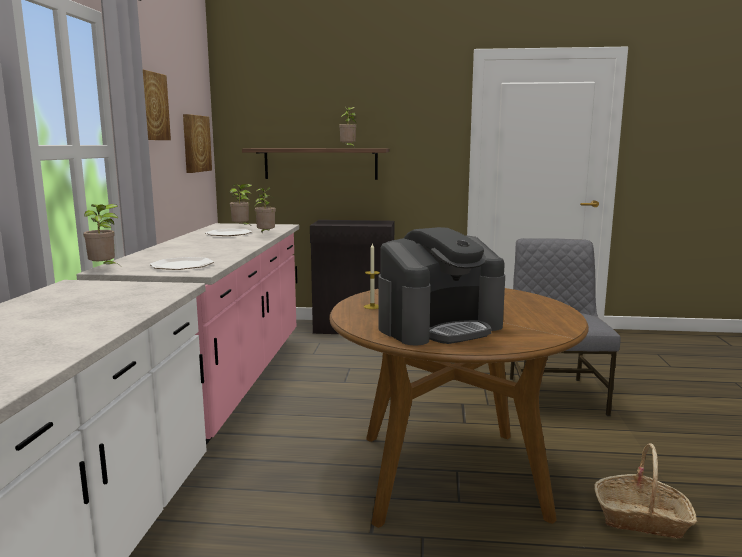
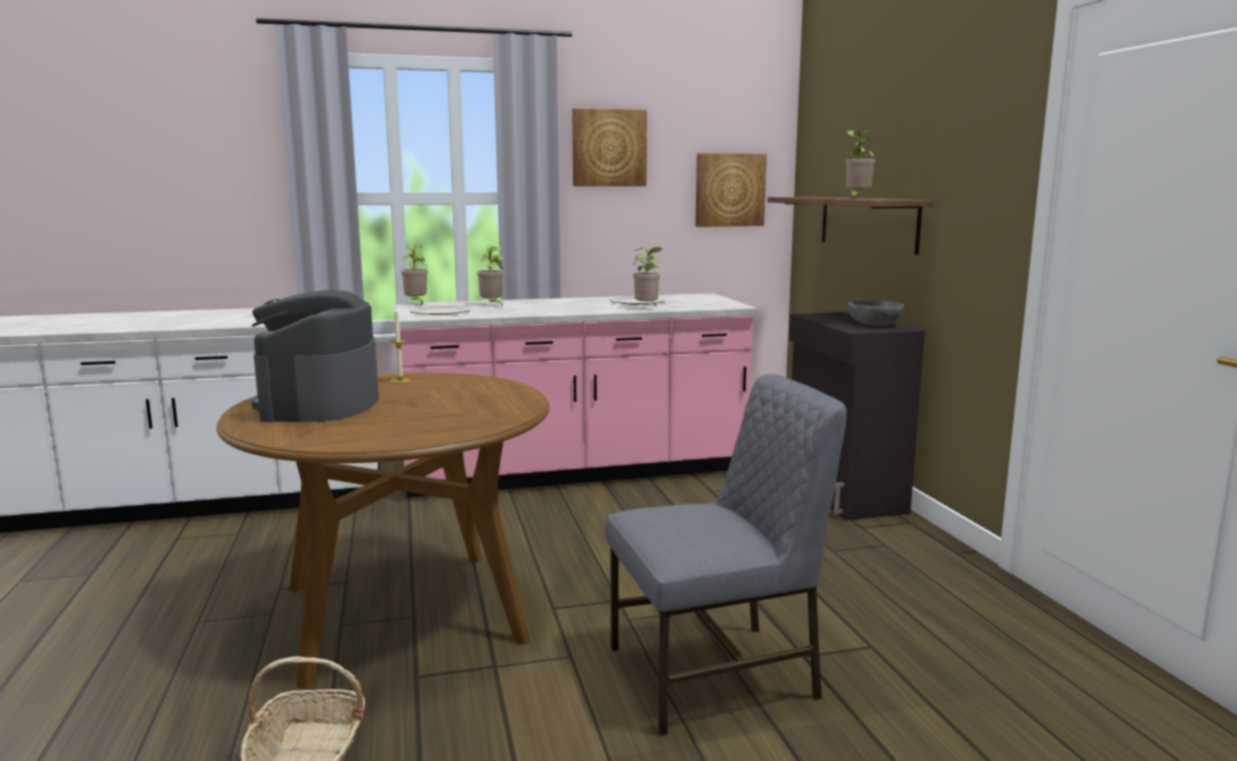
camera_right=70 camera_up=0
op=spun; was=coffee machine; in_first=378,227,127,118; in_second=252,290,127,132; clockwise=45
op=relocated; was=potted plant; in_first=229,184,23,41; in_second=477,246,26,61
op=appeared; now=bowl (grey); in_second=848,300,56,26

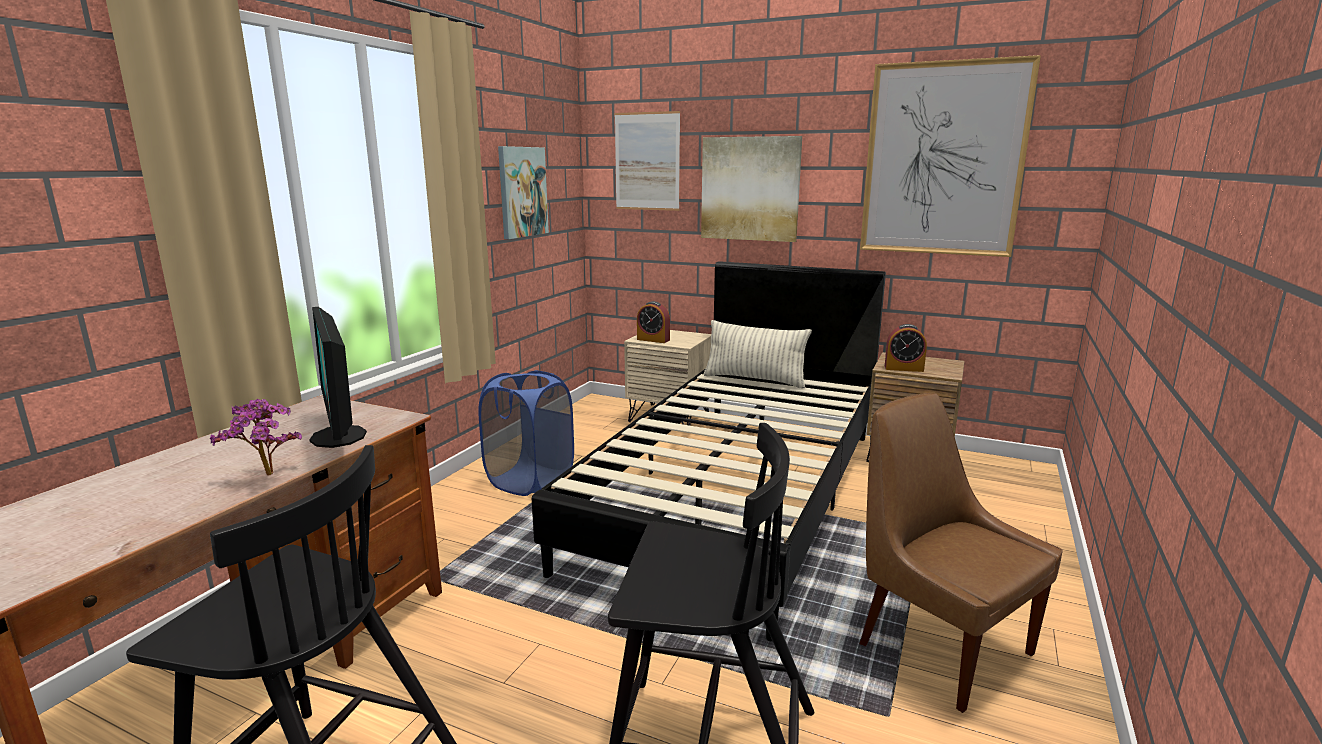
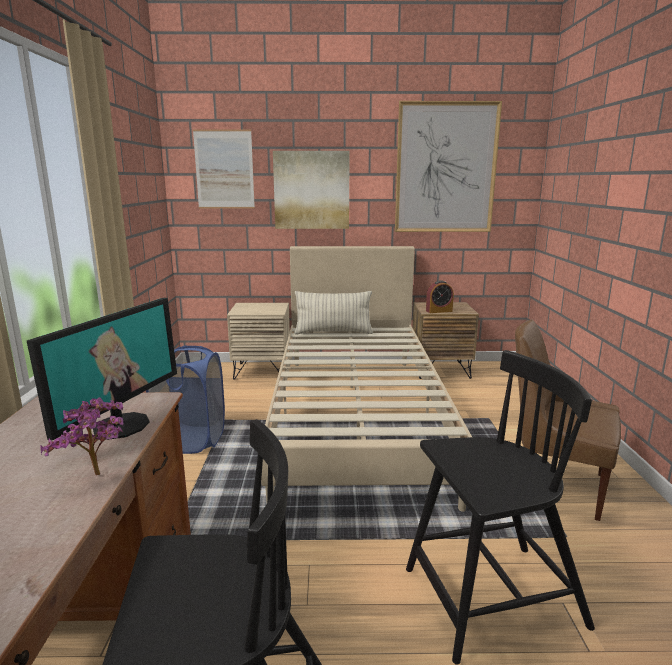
camera_right=-25 camera_up=0
op=spun; was=monitor; in_first=309,307,58,141; in_second=27,298,150,143; clockwise=-105
op=colour; was=bed (black); now=bed (beige); in_first=532,261,354,380; in_second=261,246,211,266
op=missing; was=picture; in_first=498,146,51,93
op=missing; was=alarm clock; in_first=637,301,33,42

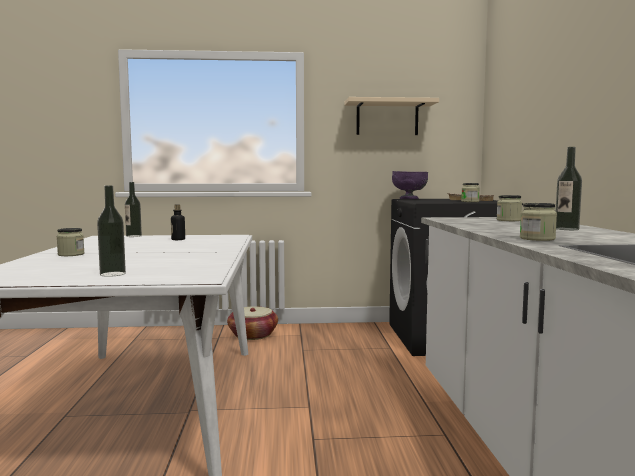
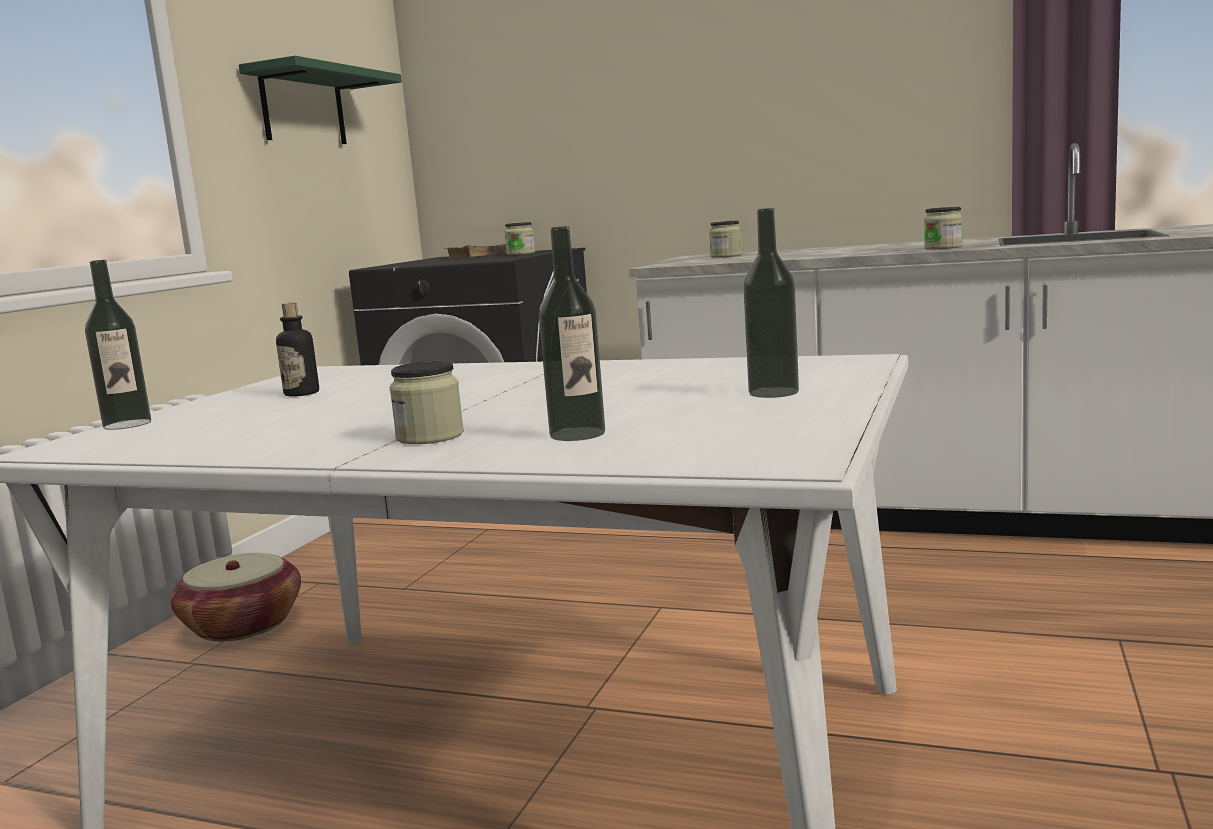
camera_right=-65 camera_up=5
op=colour; was=shelf (beige); now=shelf (green); in_first=345,97,94,38; in_second=239,56,163,88
op=relocated; was=bottle; in_first=556,147,26,83; in_second=539,226,66,215
op=missing; was=bowl (purple); in_first=392,171,36,28

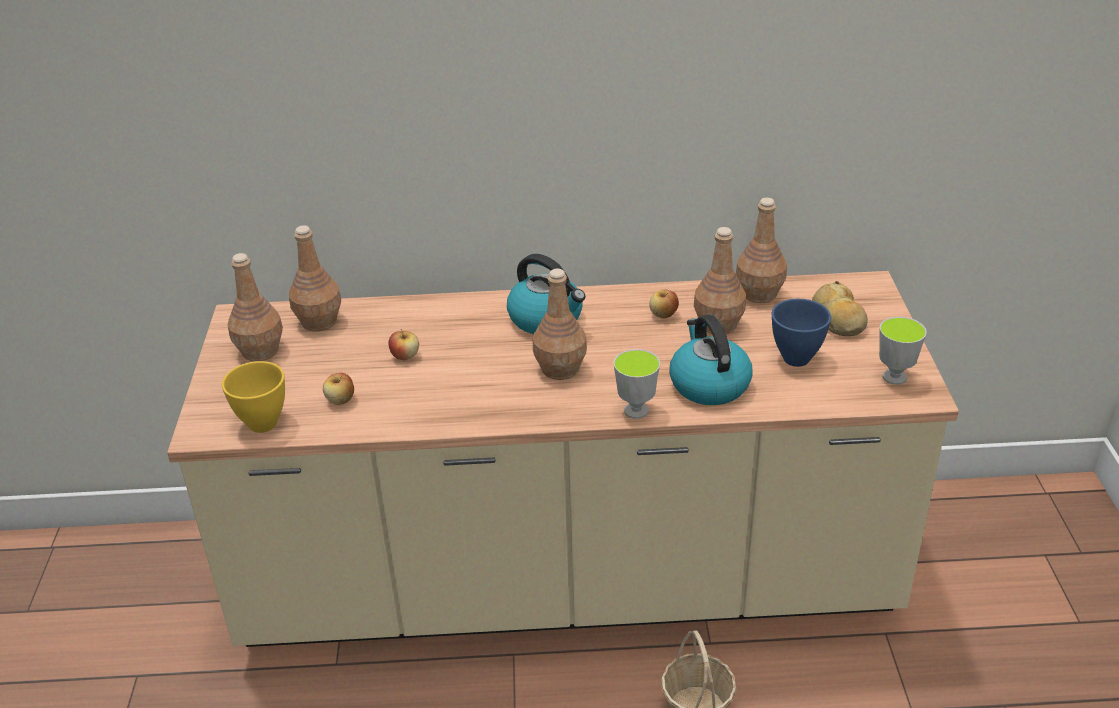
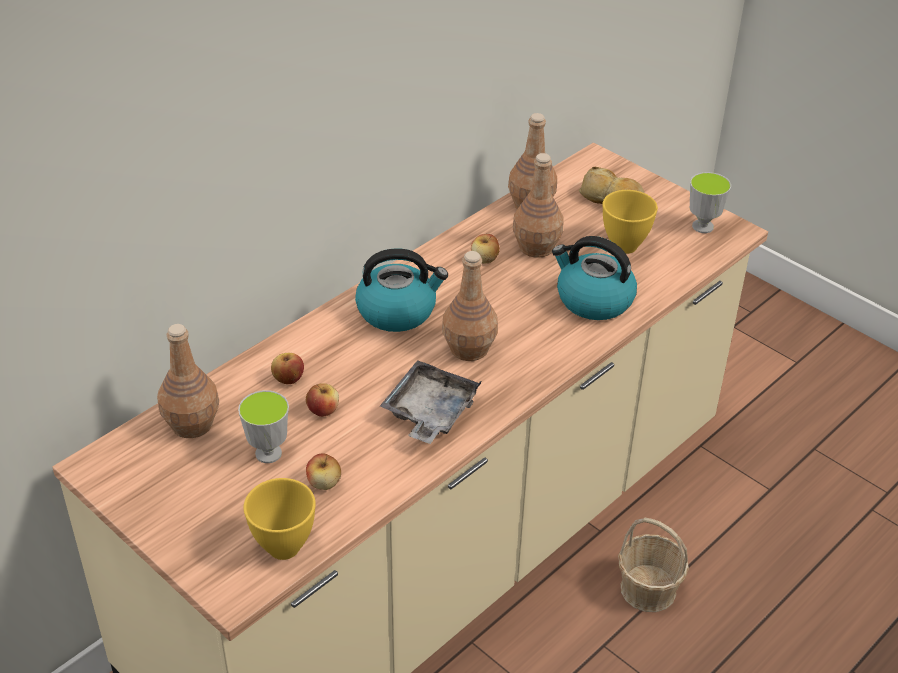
camera_right=-45 camera_up=5
op=relocated; was=cup; in_first=614,349,46,70; in_second=238,390,51,73
op=appeared; now=apple; in_second=271,353,33,31
op=appeared; now=tray (grey); in_second=380,360,102,84
op=colour; was=bowl (blue); now=bowl (yellow); in_first=772,299,59,68; in_second=602,190,56,64
op=missing; was=bottle (brown); in_first=228,253,55,108

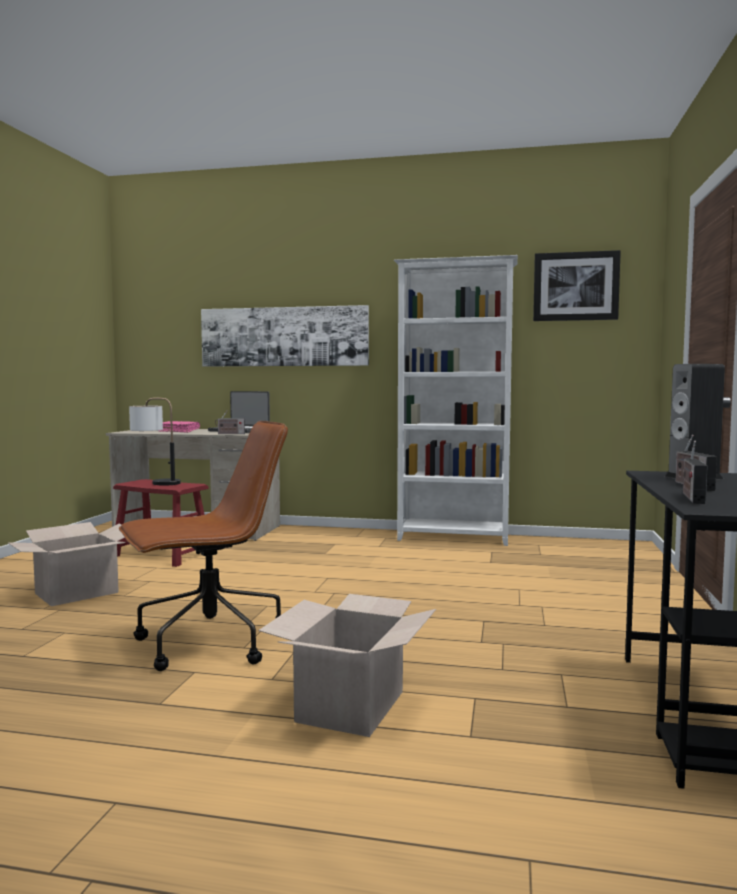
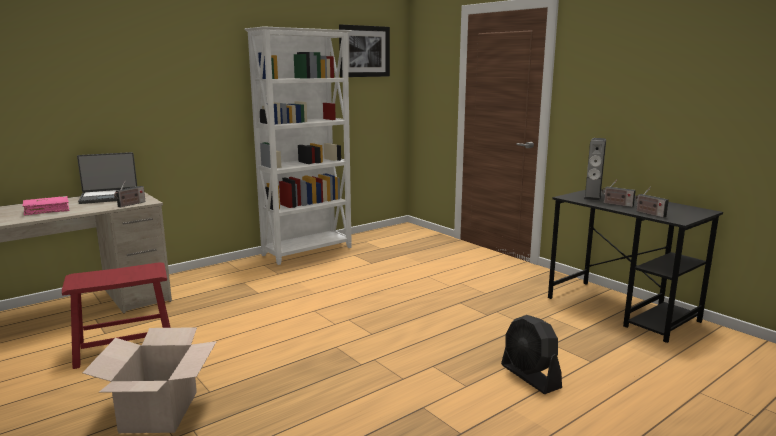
camera_right=-50 camera_up=10
op=exchanged; was=cardboard box; now=fan (black); in_first=258,594,178,143; in_second=501,315,61,79
op=missing; was=office chair (brown); in_first=119,421,169,250
op=missing; was=table lamp; in_first=129,398,51,88
op=missing; was=picture; in_first=201,305,168,61

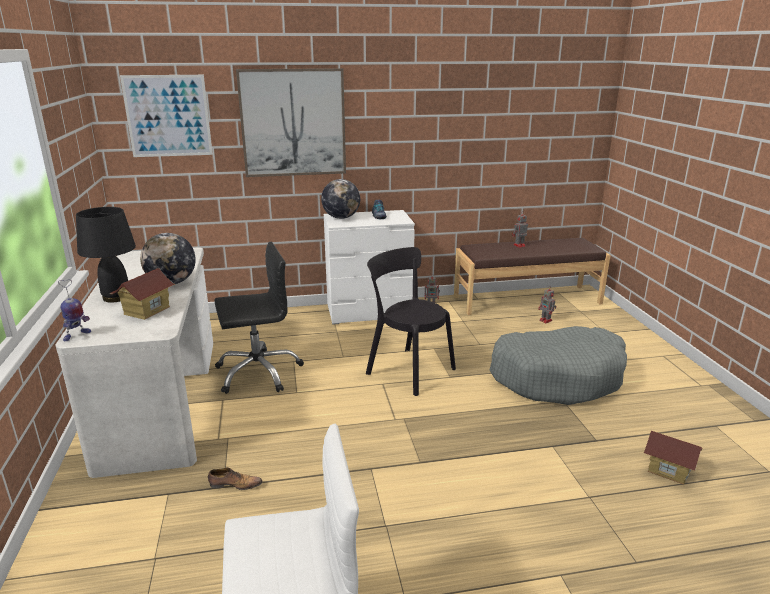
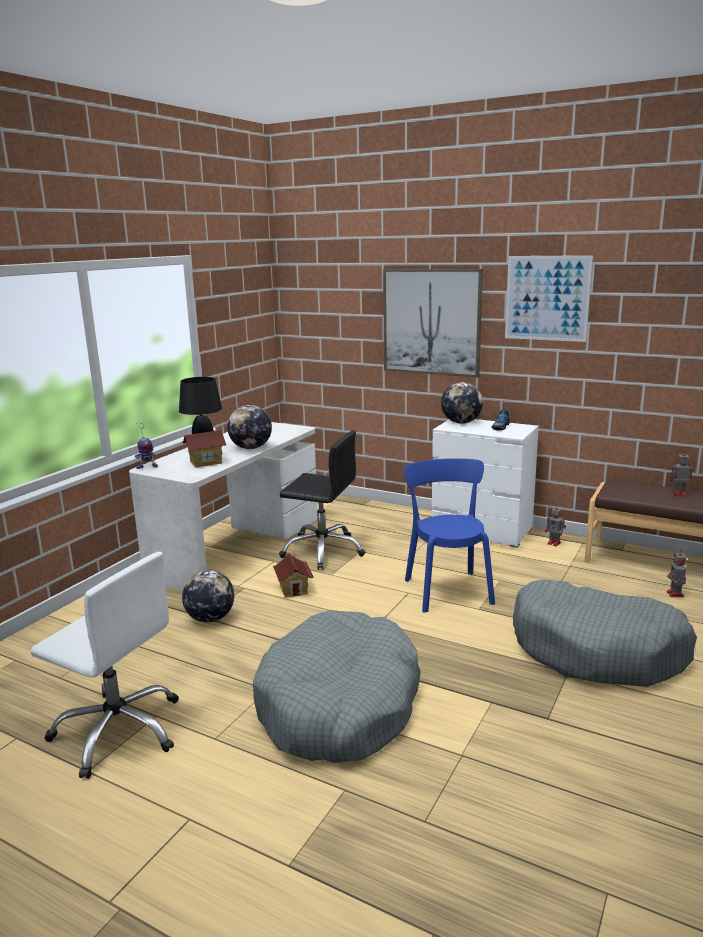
camera_right=40 camera_up=-5
op=exchanged; was=shoe; now=globe; in_first=208,467,54,23; in_second=182,570,52,53
op=appeared; now=dog bed (grey); in_second=253,610,168,153
op=relocated; was=toy house; in_first=644,431,58,54; in_second=273,553,41,45
op=colour; was=chair (black); now=chair (blue); in_first=366,247,90,149; in_second=404,458,91,155
op=relocated; was=picture; in_first=120,75,93,82; in_second=505,255,88,87

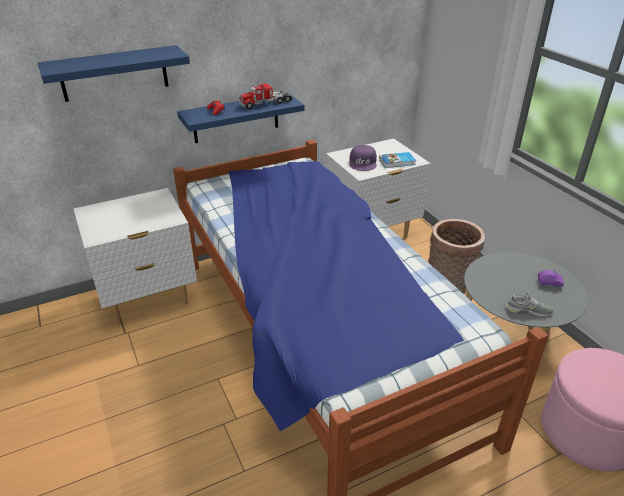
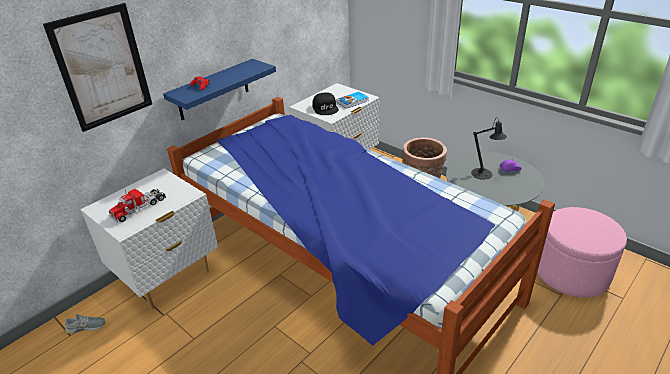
camera_right=-20 camera_up=0
op=exchanged; was=shelf (blue); now=picture; in_first=38,45,152,57; in_second=43,3,109,129
op=relocated; was=shoe (grey); in_first=506,292,47,25; in_second=65,314,40,20
op=relocated; was=toy truck; in_first=239,83,53,26; in_second=109,189,57,34
op=colour; was=cap (purple); now=cap (black); in_first=349,145,28,26; in_second=312,92,27,23
op=appeared; now=table lamp (black); in_second=471,117,36,63

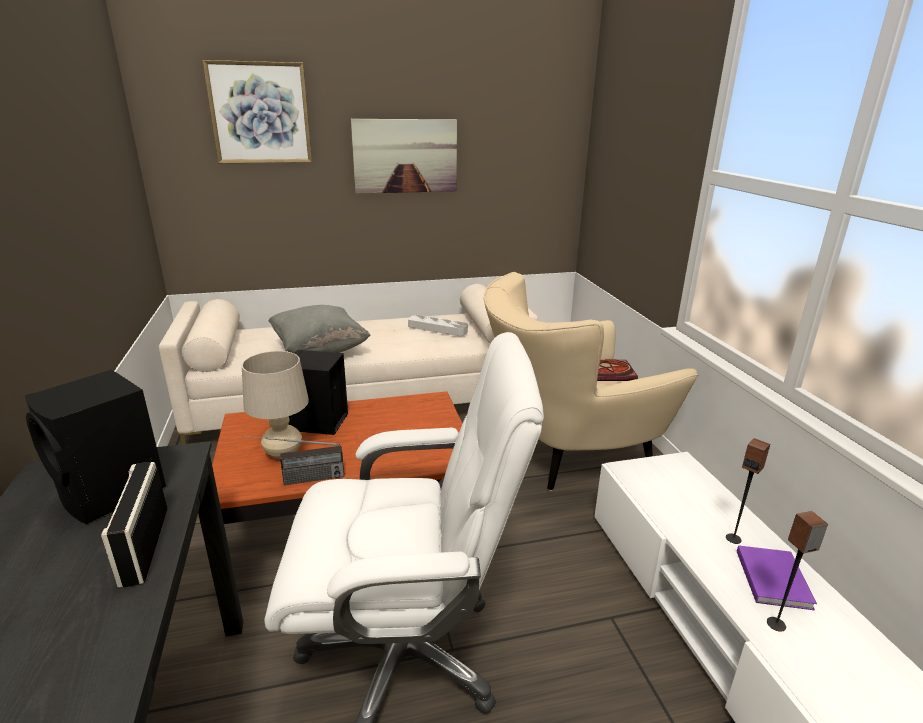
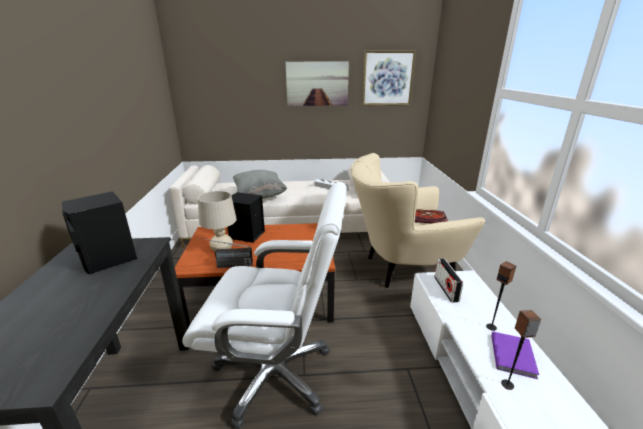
camera_right=10 camera_up=0
op=relocated; was=picture; in_first=202,60,110,103; in_second=362,51,54,55
op=relocated; was=radio; in_first=101,462,66,126; in_second=434,258,29,44

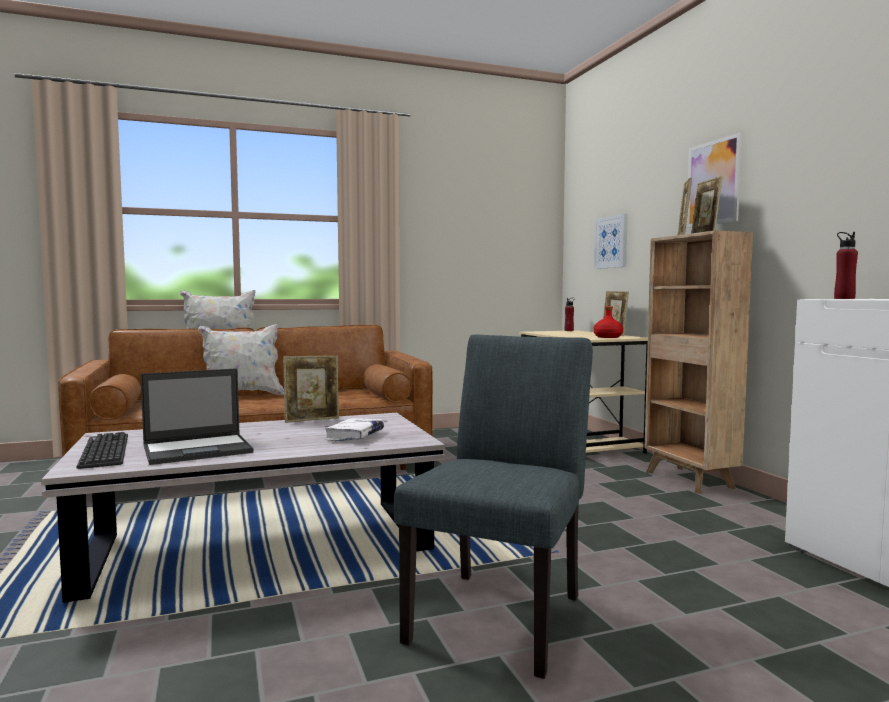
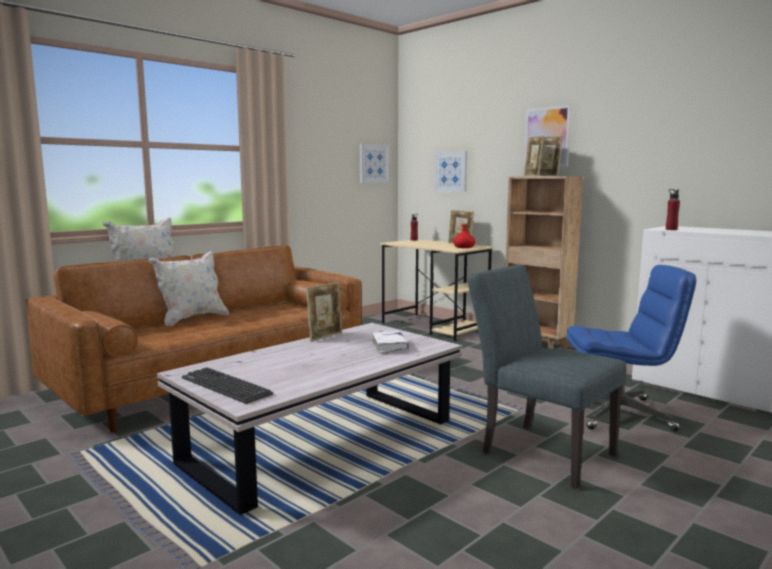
camera_right=-25 camera_up=5
op=appeared; now=picture; in_second=360,144,29,39
op=spun; was=chair (grey); in_first=394,335,199,344; in_second=468,264,158,225; clockwise=-45
op=appeared; now=office chair (blue); in_second=566,265,131,166
op=missing; was=laptop; in_first=140,368,114,97

